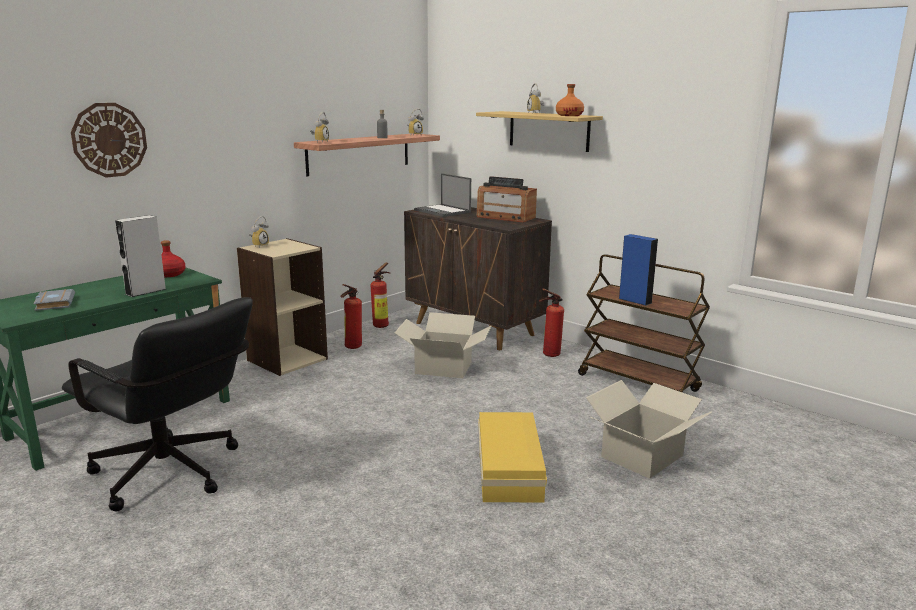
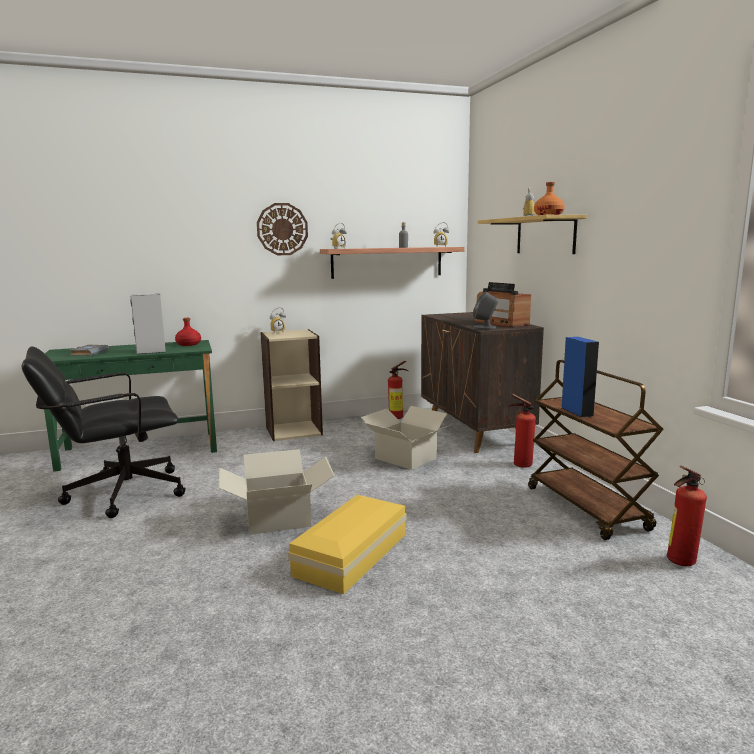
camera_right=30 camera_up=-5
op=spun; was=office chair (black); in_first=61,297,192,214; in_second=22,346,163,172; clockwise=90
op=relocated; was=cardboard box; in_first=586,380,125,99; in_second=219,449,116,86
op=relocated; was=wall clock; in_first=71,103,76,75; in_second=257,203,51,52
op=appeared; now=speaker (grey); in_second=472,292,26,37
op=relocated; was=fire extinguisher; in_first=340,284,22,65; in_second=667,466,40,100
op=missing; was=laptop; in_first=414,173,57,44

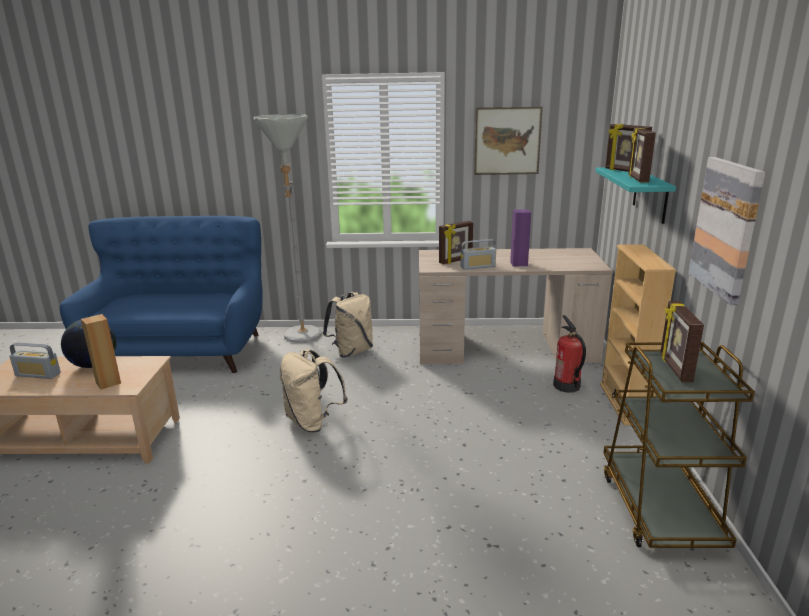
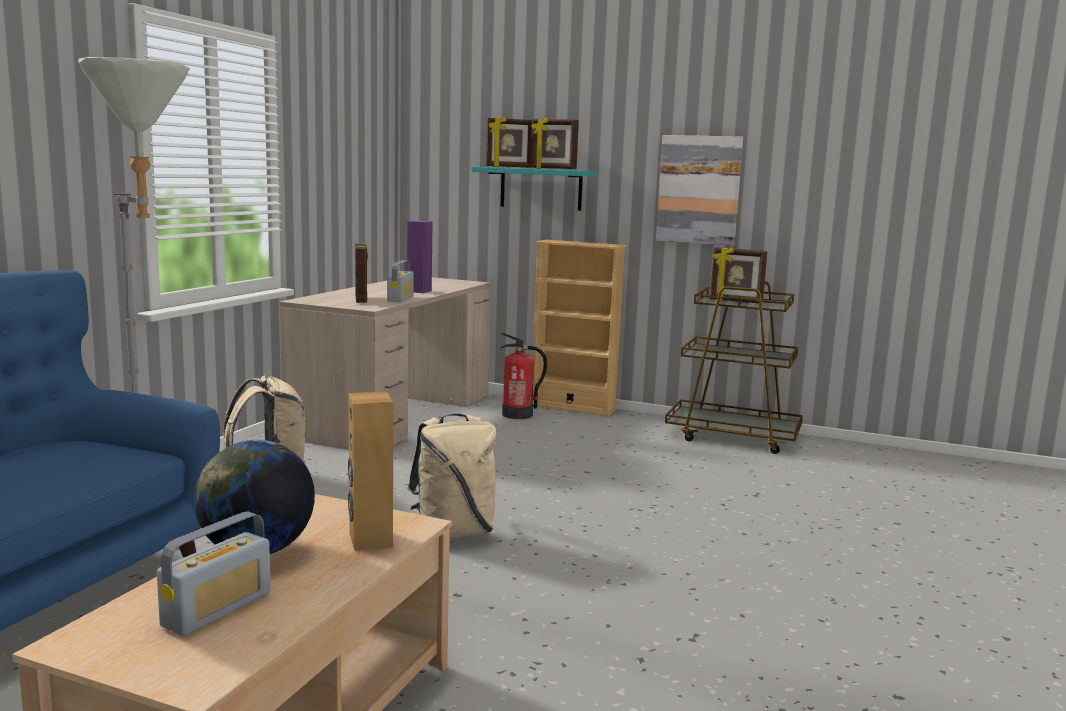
camera_right=-70 camera_up=-10
op=missing; was=picture; in_first=474,107,69,68

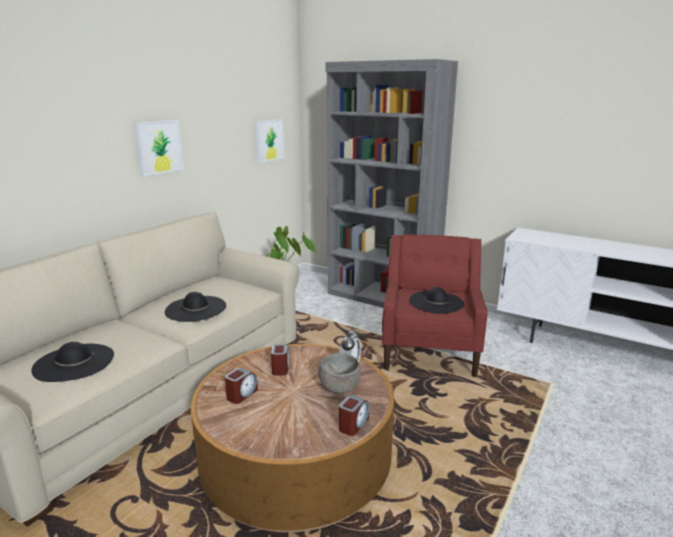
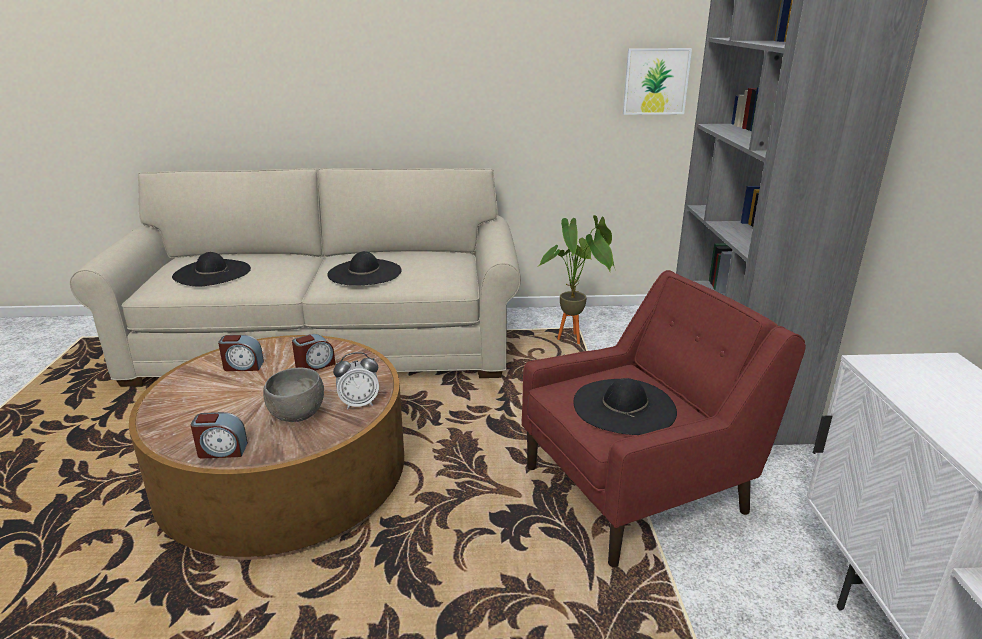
camera_right=55 camera_up=5
op=missing; was=picture; in_first=135,120,49,56

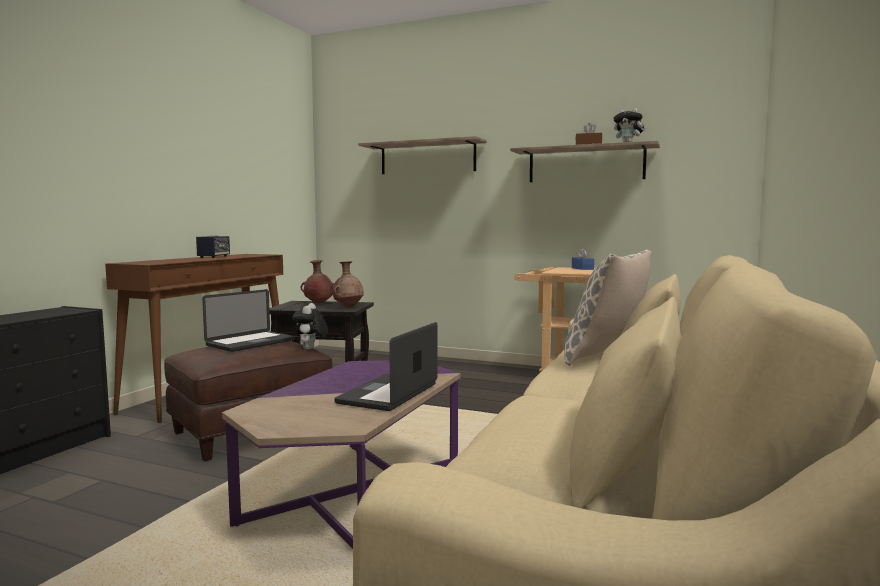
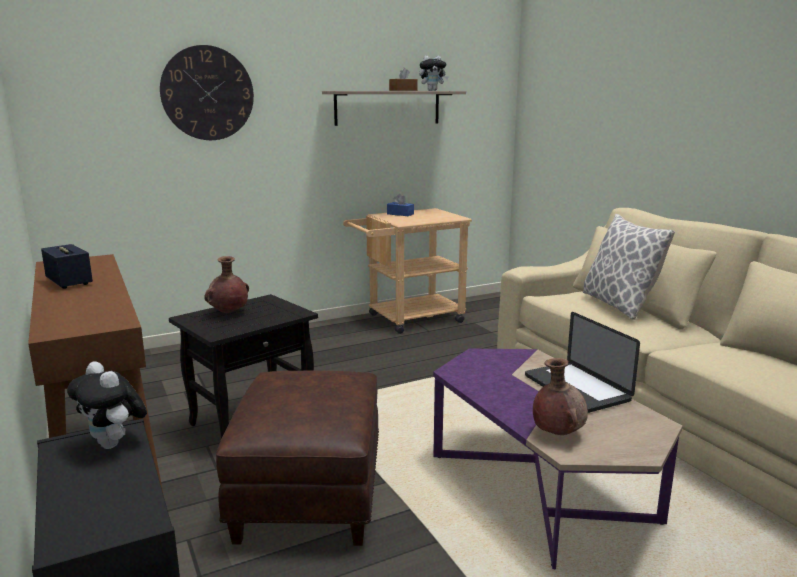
camera_right=-50 camera_up=10
op=relocated; was=plush toy; in_first=293,303,35,47; in_second=67,361,80,88
op=exchanged; was=shelf; now=wall clock; in_first=358,136,129,38; in_second=160,45,94,95
op=relocated; was=vase (brown); in_first=333,261,31,46; in_second=533,358,55,77
op=missing; was=laptop; in_first=202,289,93,63

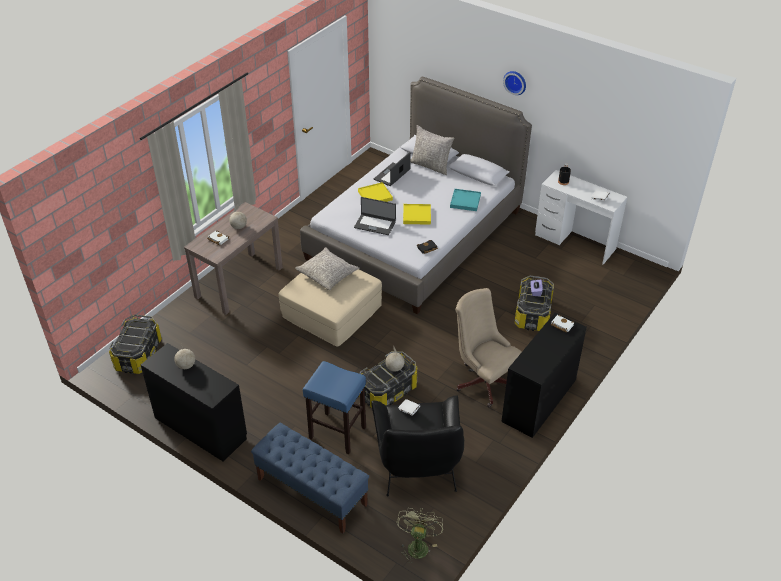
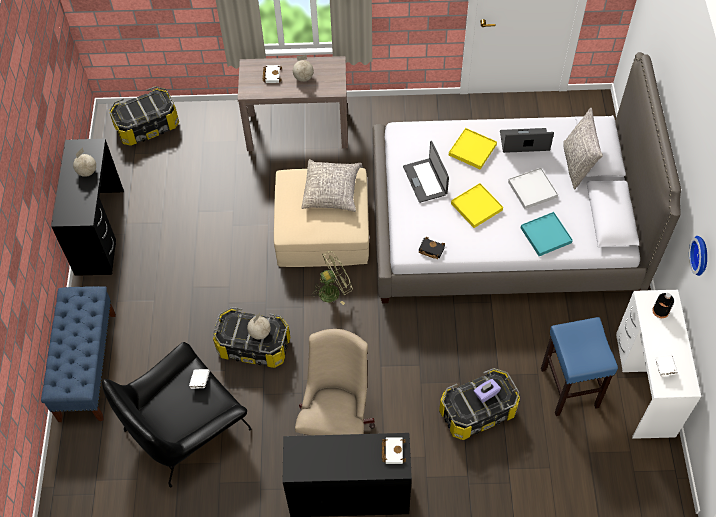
camera_right=55 camera_up=15
op=relocated; was=fan (green); in_first=397,508,46,54; in_second=312,251,40,54
op=appeared; now=tray (white); in_second=508,168,50,41
op=relocated; was=stool (blue); in_first=303,361,63,93; in_second=541,317,77,99
op=relocated; was=wall clock; in_first=503,71,23,24; in_second=689,236,18,40

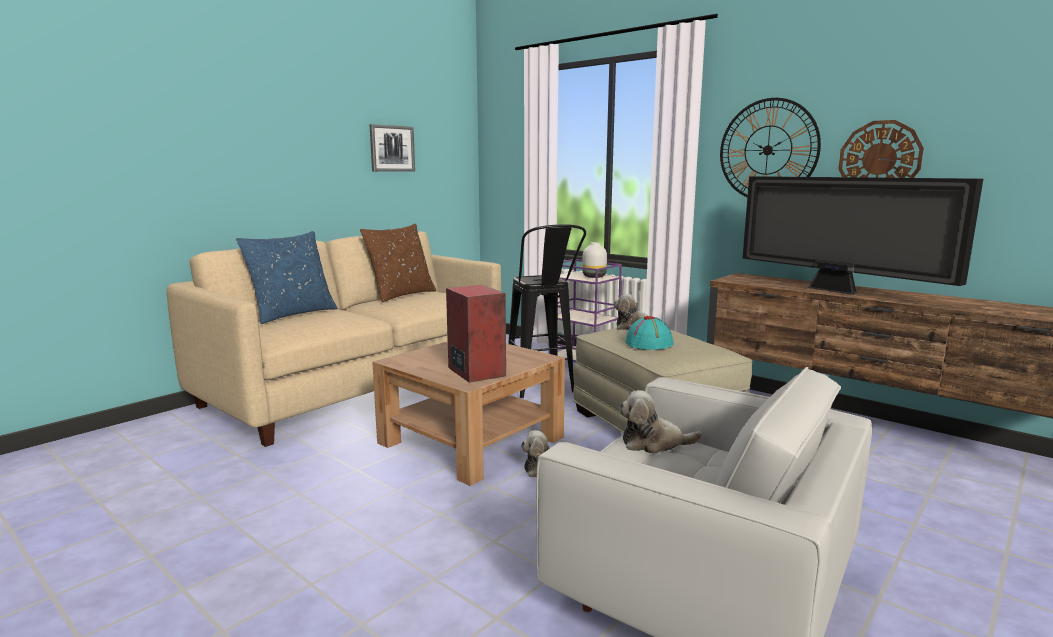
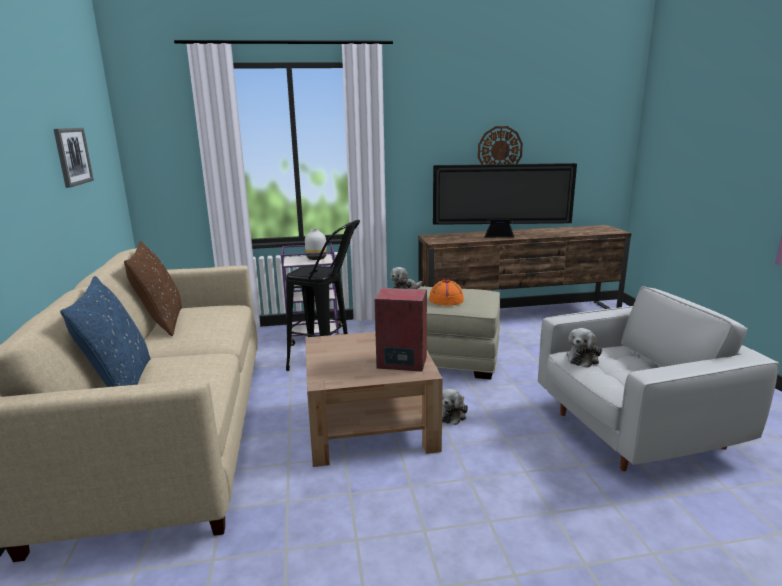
camera_right=-50 camera_up=5
op=colour; was=hat (turquoise); now=hat (orange); in_first=626,316,48,34; in_second=429,280,35,26
op=missing; was=wall clock; in_first=720,98,101,99

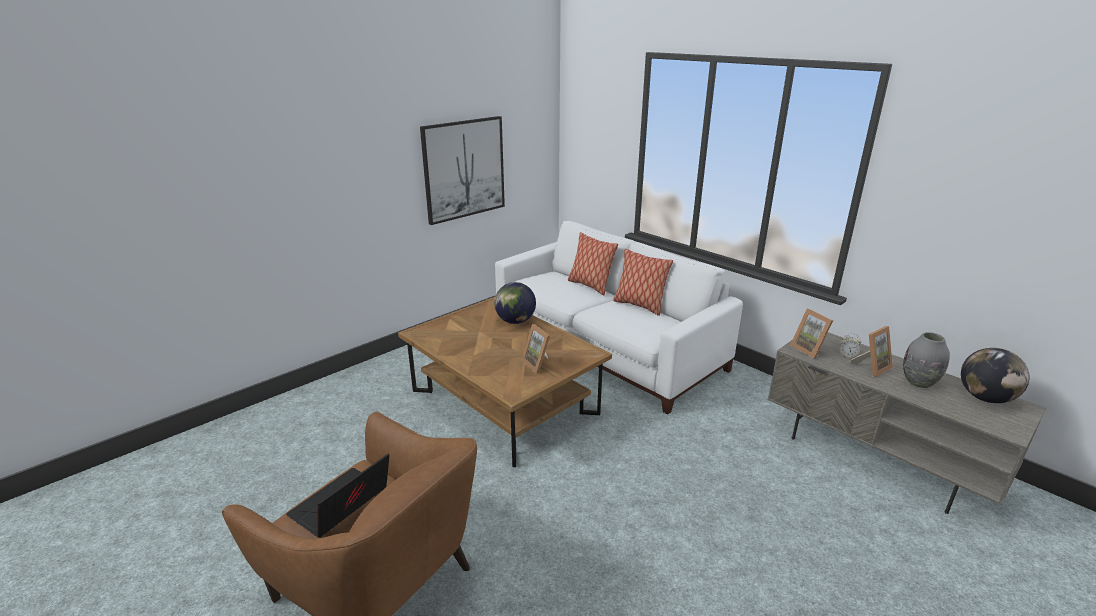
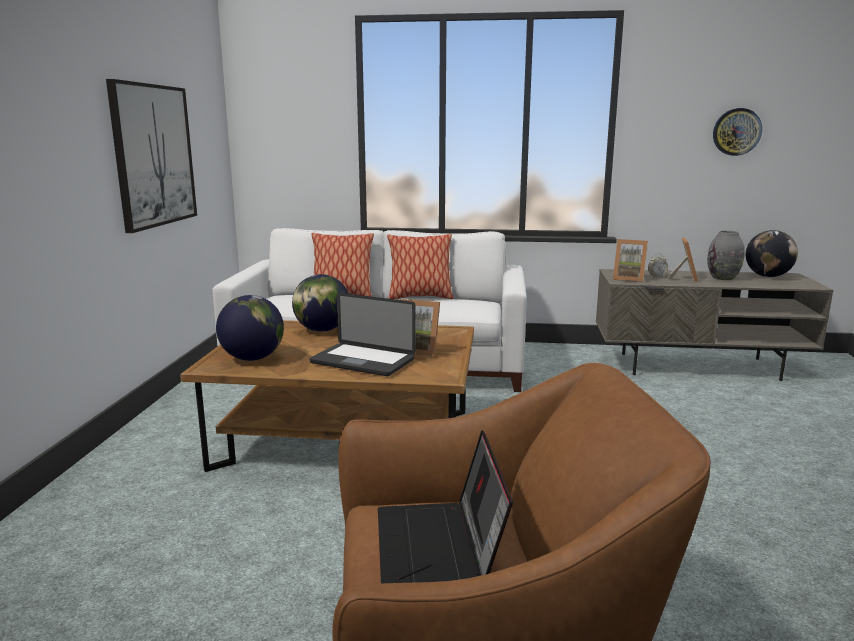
camera_right=-40 camera_up=-10
op=appeared; now=globe; in_second=216,295,68,66
op=appeared; now=laptop; in_second=310,293,106,83
op=appeared; now=wall clock; in_second=713,108,49,48

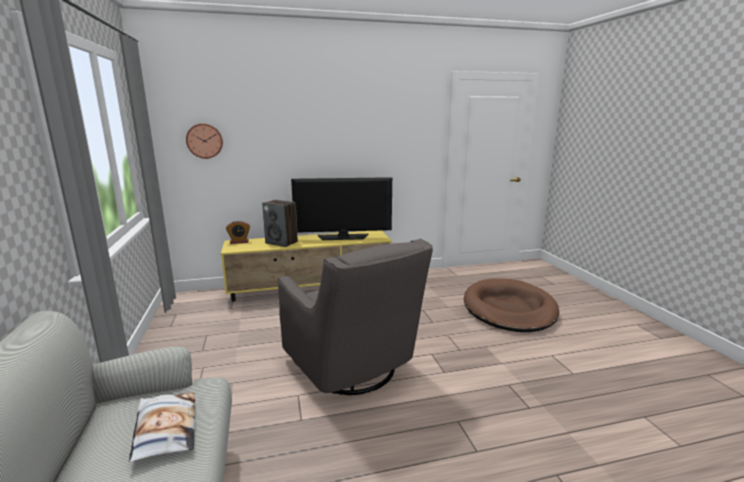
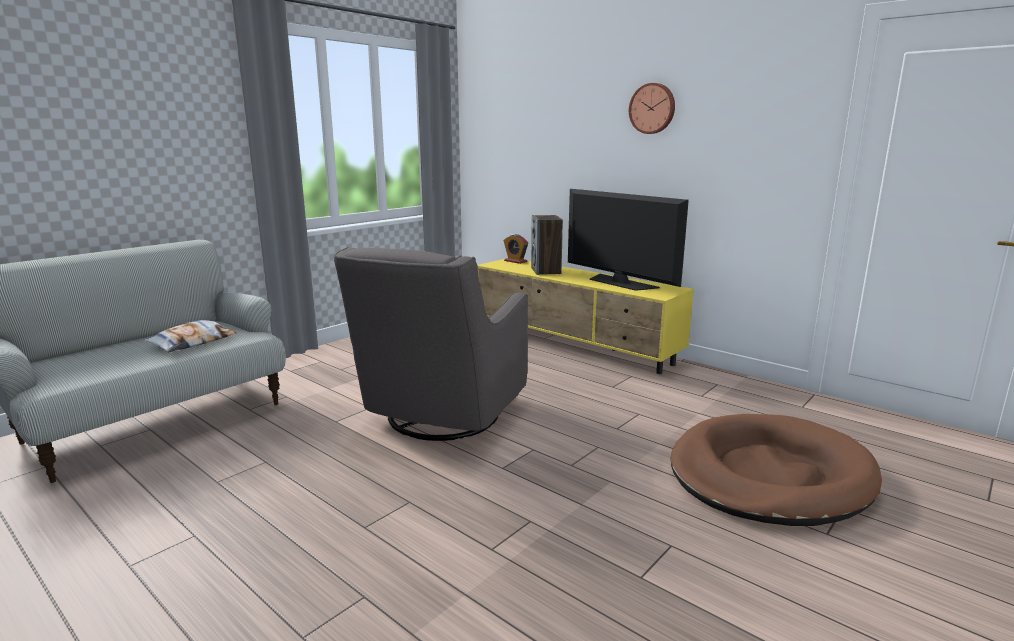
camera_right=55 camera_up=0
op=relocated; was=wall clock; in_first=186,123,37,36; in_second=629,83,46,51

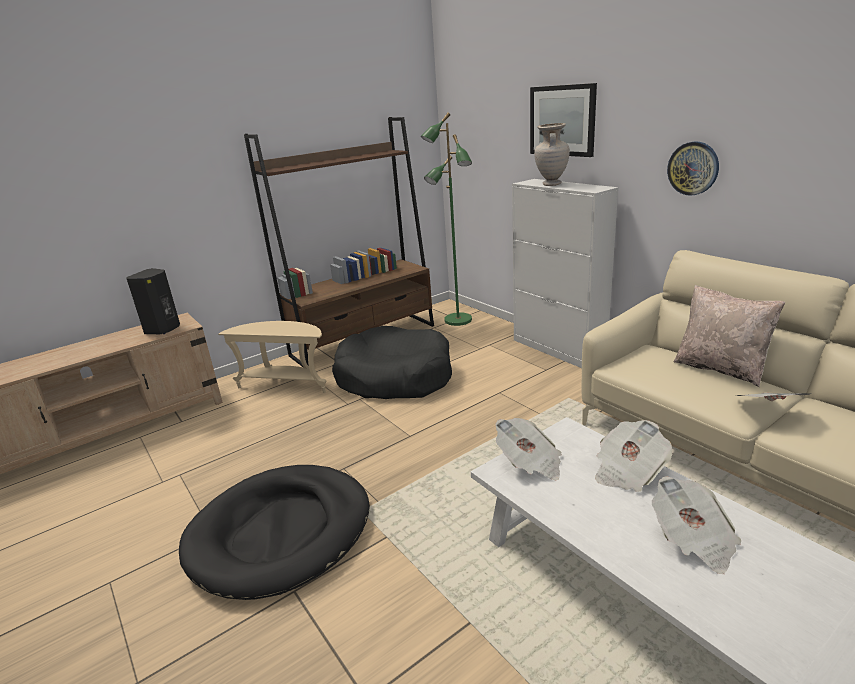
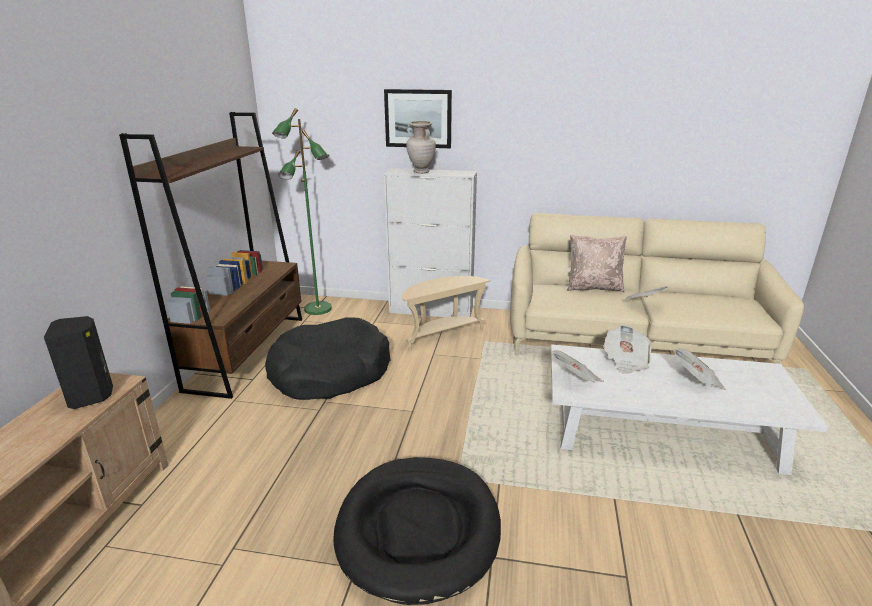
camera_right=-45 camera_up=0
op=relocated; was=side table (beige); in_first=218,321,109,72; in_second=402,276,88,74
op=missing; was=wall clock; in_first=667,142,52,54

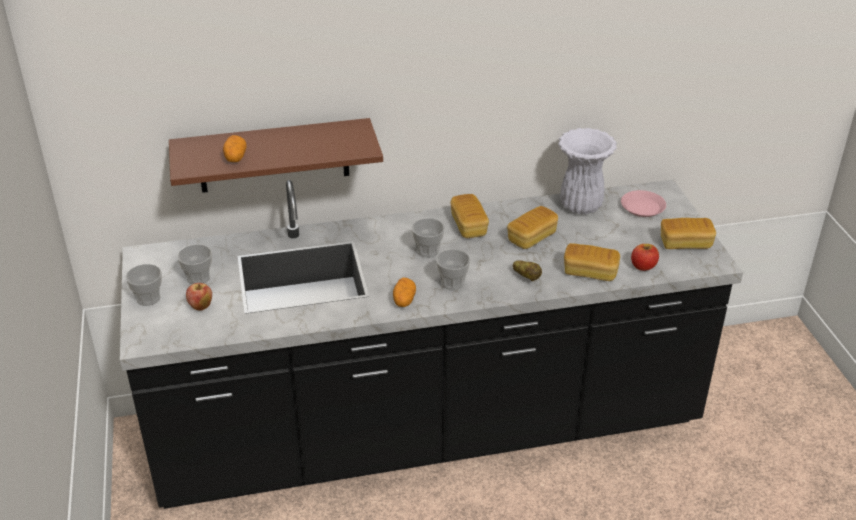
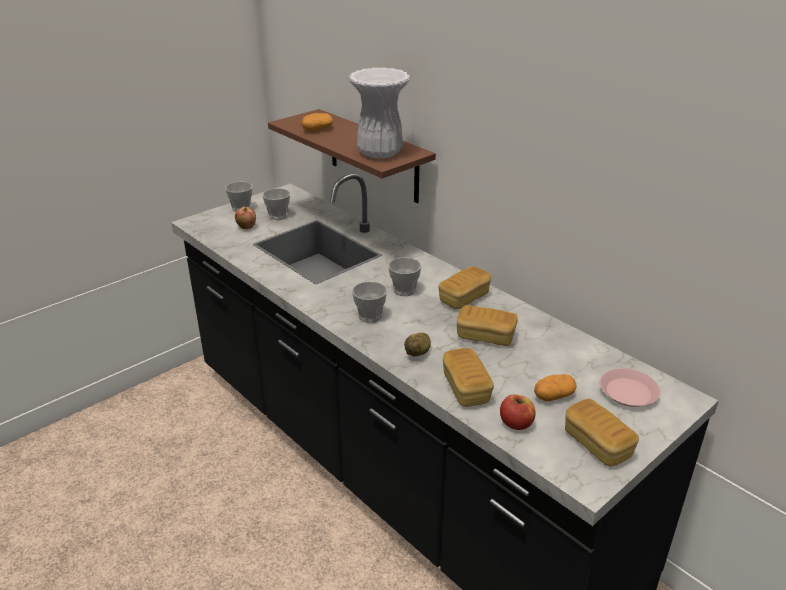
camera_right=60 camera_up=-5
op=relocated; was=vase (white); in_first=558,128,59,86; in_second=348,68,63,91
op=relocated; was=potato; in_first=393,278,23,29; in_second=534,374,42,27

